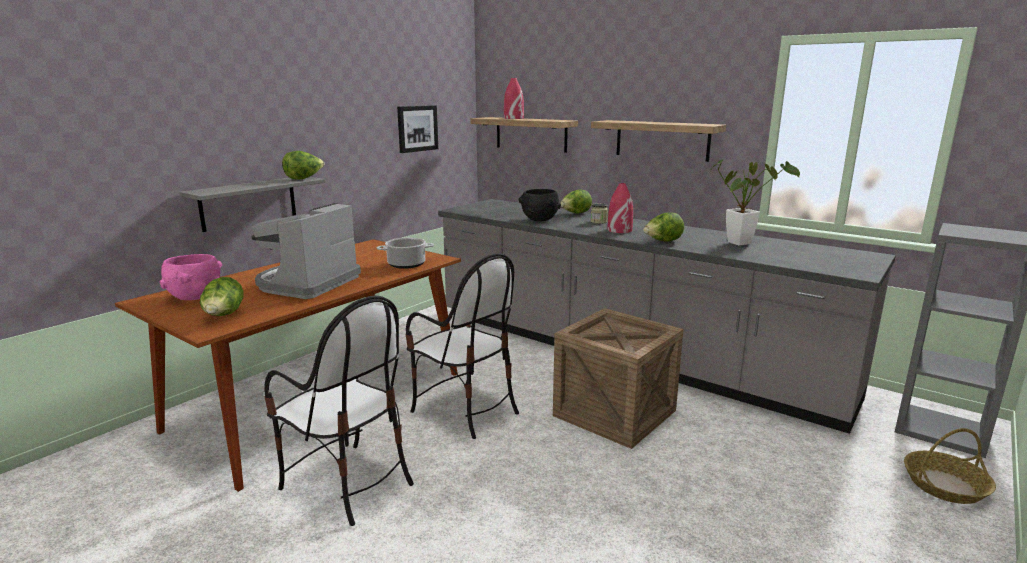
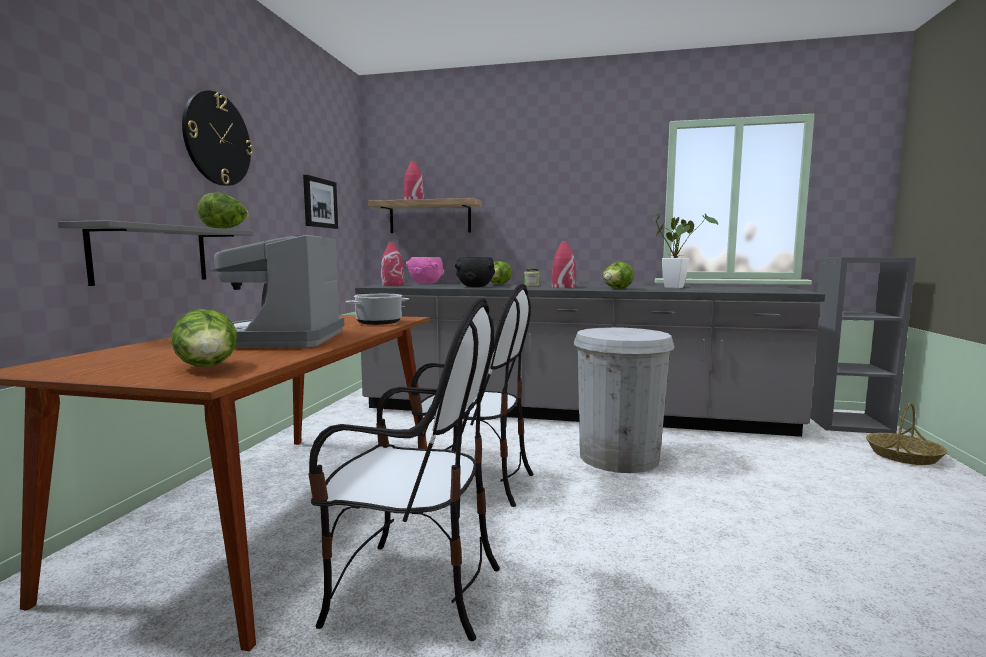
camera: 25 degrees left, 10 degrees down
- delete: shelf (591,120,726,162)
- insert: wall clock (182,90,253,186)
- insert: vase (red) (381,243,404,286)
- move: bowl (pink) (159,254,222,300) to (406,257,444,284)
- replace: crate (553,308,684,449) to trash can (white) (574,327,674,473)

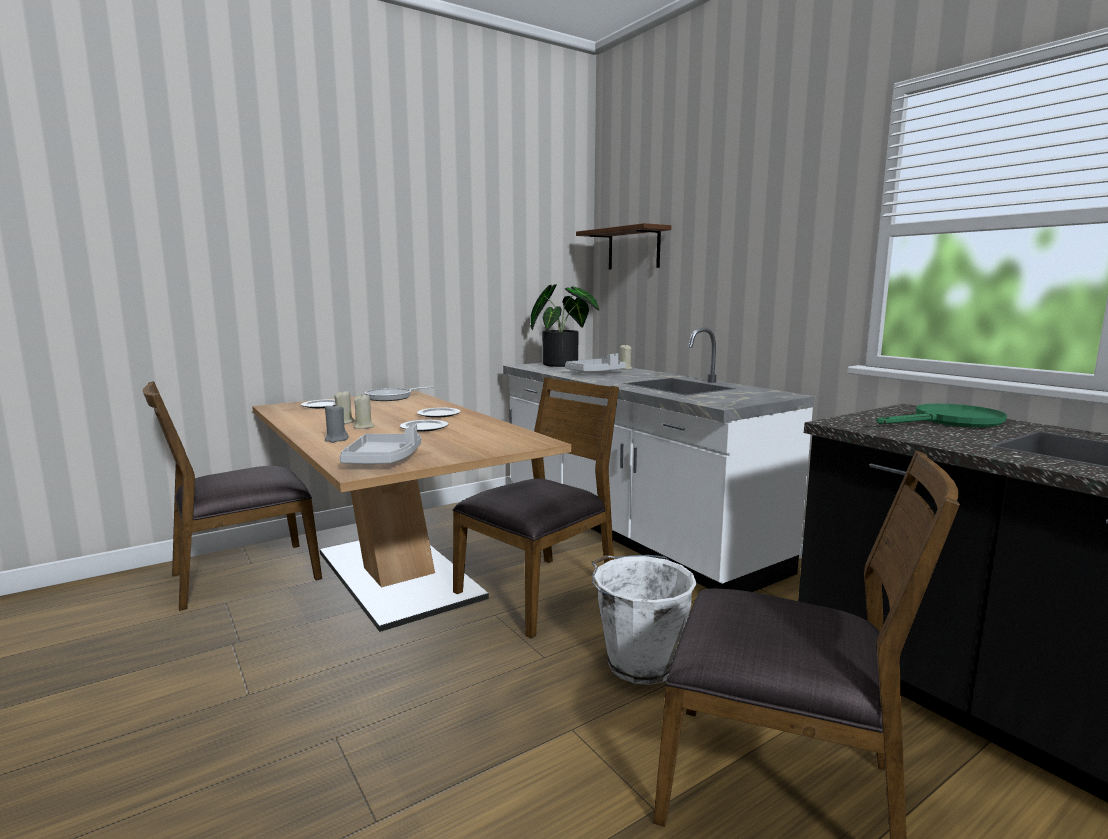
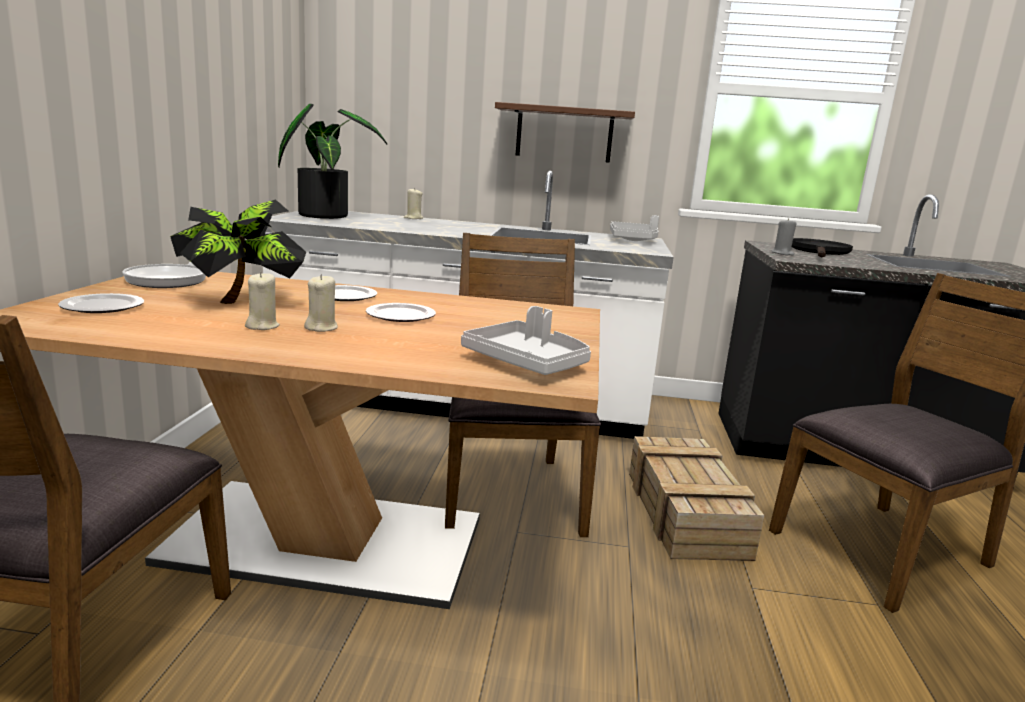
camera: 50 degrees left, 5 degrees up
- insert: potted plant (170,199,306,304)
- move: candle (grey) (325,403,349,443) to (772,218,797,255)
- move: tray (grey) (565,353,626,374) to (610,215,659,241)
- move: shelf (brown) (576,223,671,270) to (495,102,635,163)
- replace: bucket (white) (591,555,697,685) to crate (629,436,764,561)
- recolor: frying pan (green) (876,404,1007,428) to frying pan (black) (792,238,853,257)

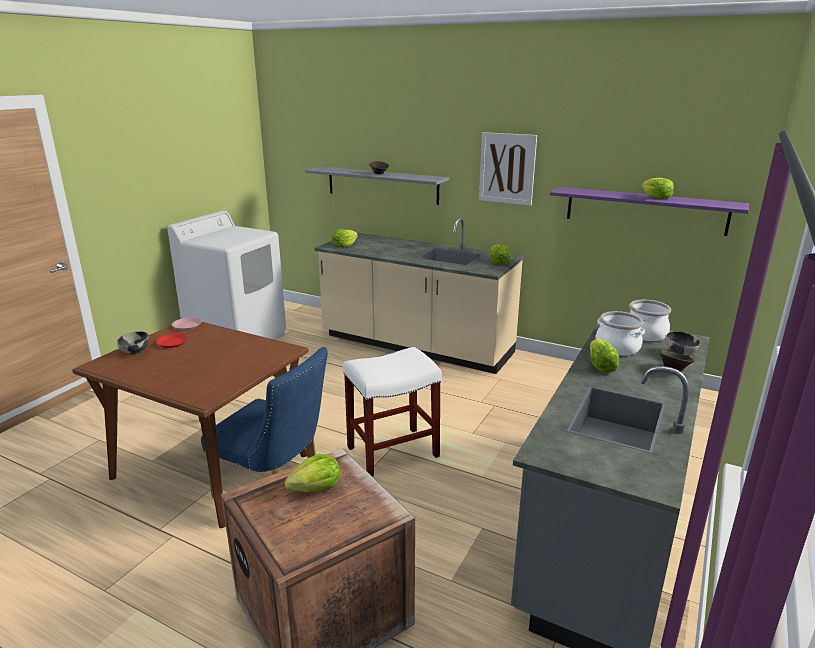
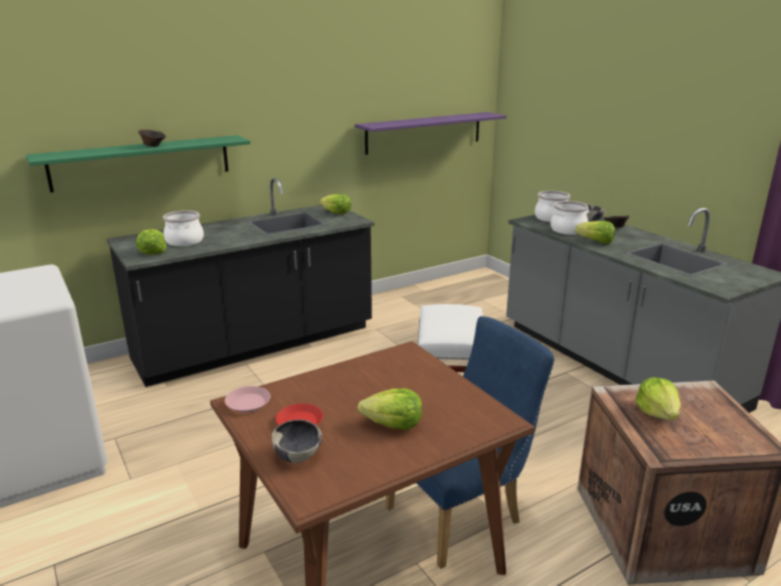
camera: 60 degrees left, 0 degrees up
- delete: picture (479,132,537,206)
- insert: cooking pot (163,210,204,246)
- move: lettuce (641,178,674,199) to (357,388,422,430)
- recolor: shelf (grey) (305,166,449,205) to shelf (green) (25,135,251,193)
- recolor: counter (beige) (314,218,524,374) to counter (black) (107,178,375,387)

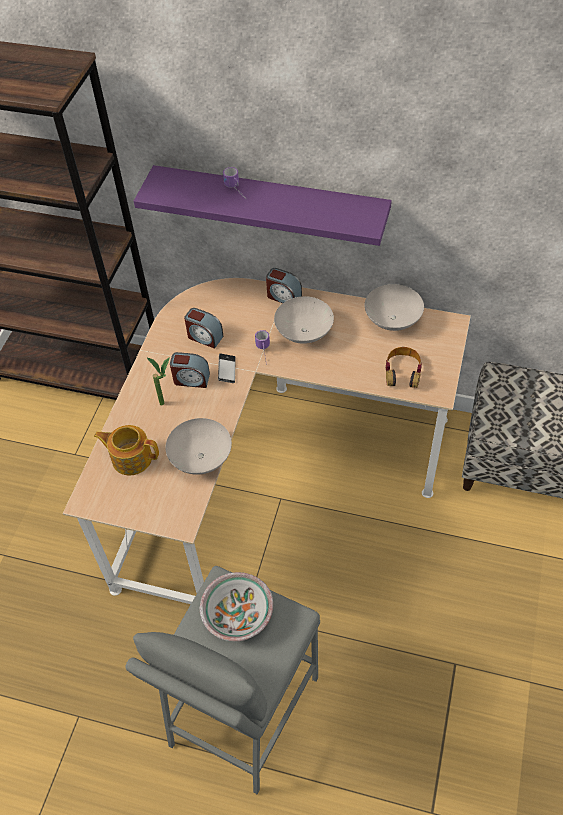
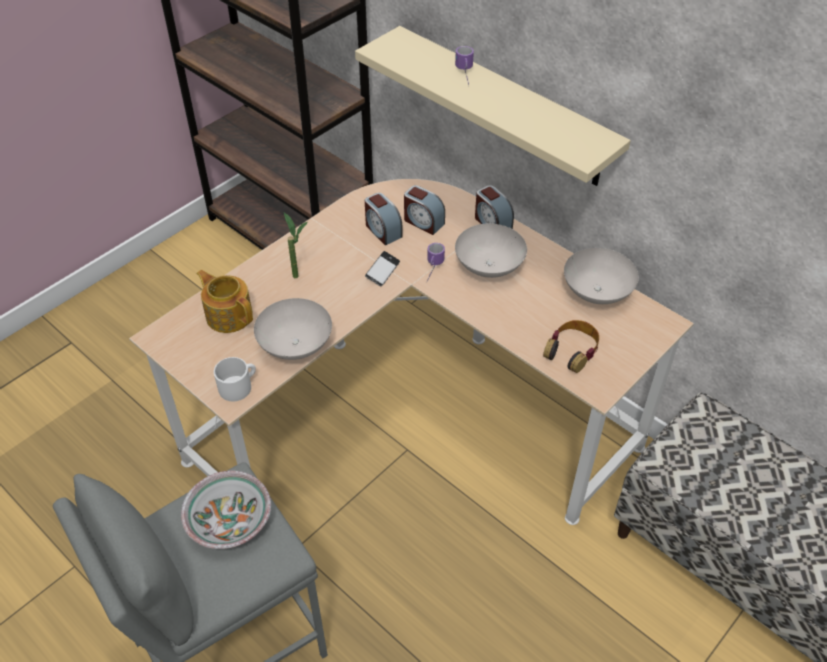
camera: 25 degrees right, 5 degrees down
- insert: mug (white) (214,357,256,401)
- move: alarm clock (170,352,210,388) to (404,185,445,235)
- recolor: shelf (purple) (134,165,392,246) to shelf (beige) (355,26,631,186)

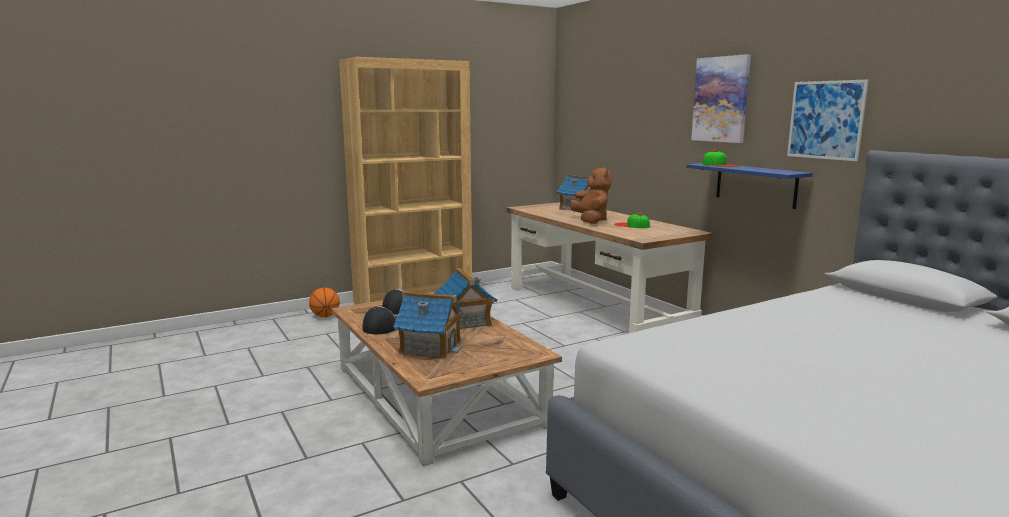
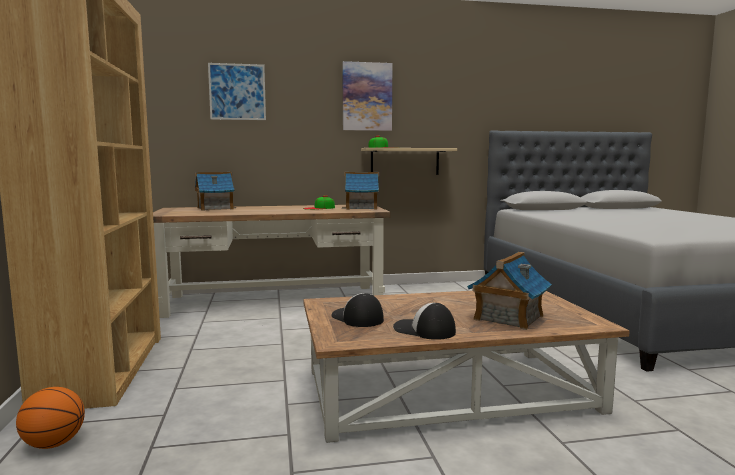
camera: 70 degrees left, 5 degrees down
- delete: plush toy (brown) (569,166,611,224)
- move: toy house (433,268,498,329) to (342,172,379,210)
- move: picture (787,80,869,161) to (208,63,266,120)
- recolor: shelf (blue) (686,163,813,209) to shelf (beige) (361,148,457,175)

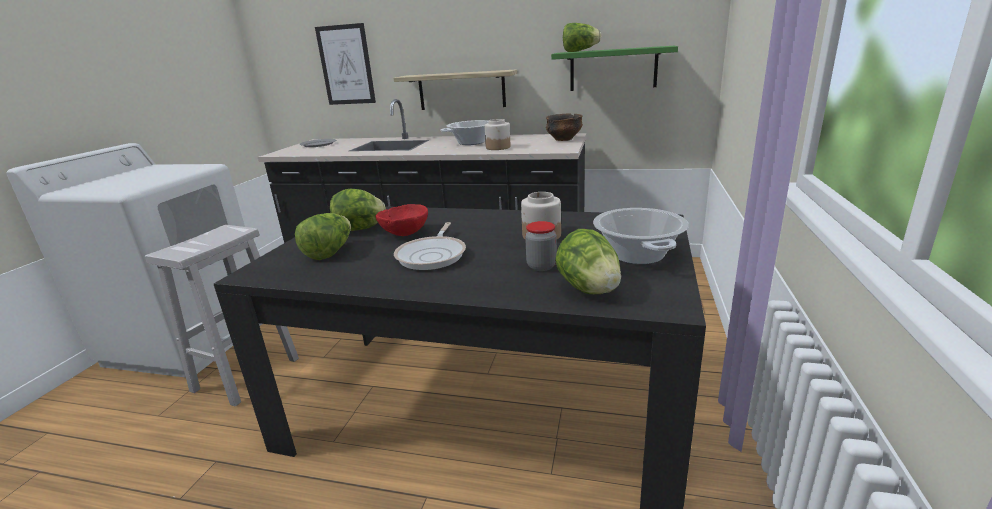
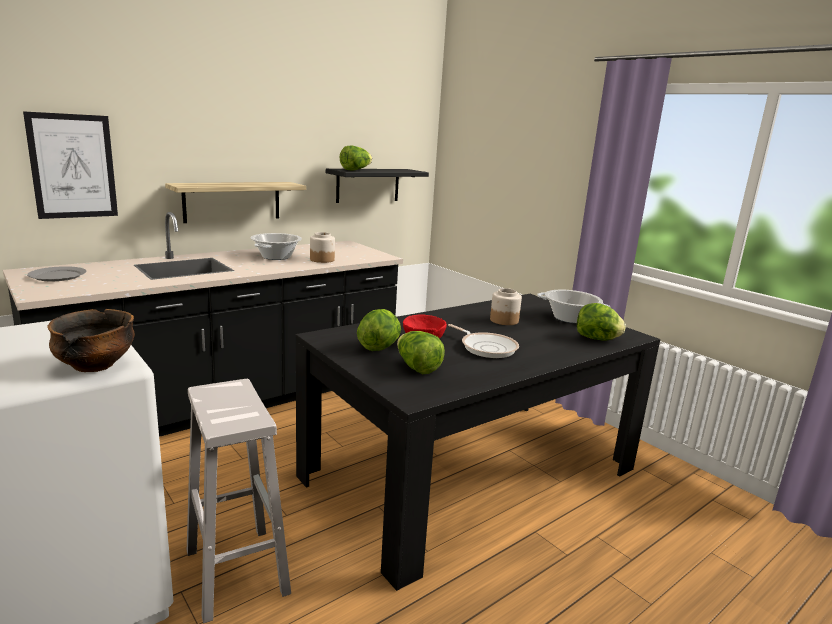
camera: 55 degrees left, 5 degrees down
- delete: jar (525,221,557,271)
- move: bowl (546,113,583,141) to (47,309,135,372)
- recolor: shelf (green) (551,46,678,91) to shelf (black) (326,169,429,203)

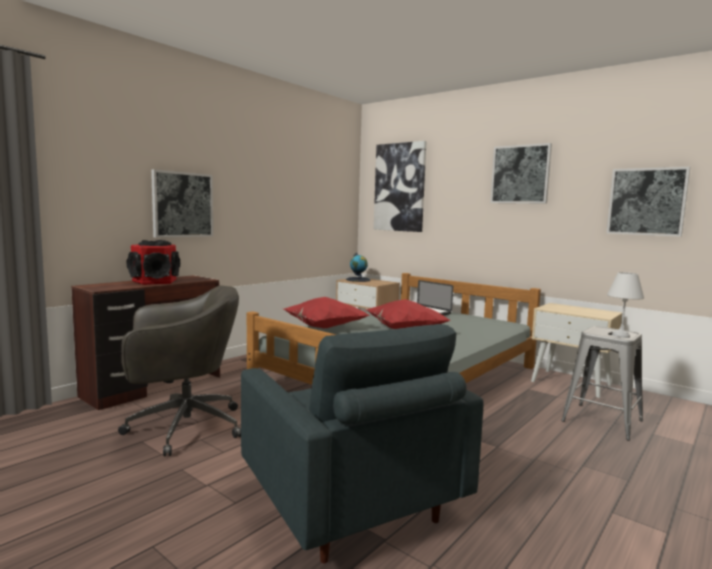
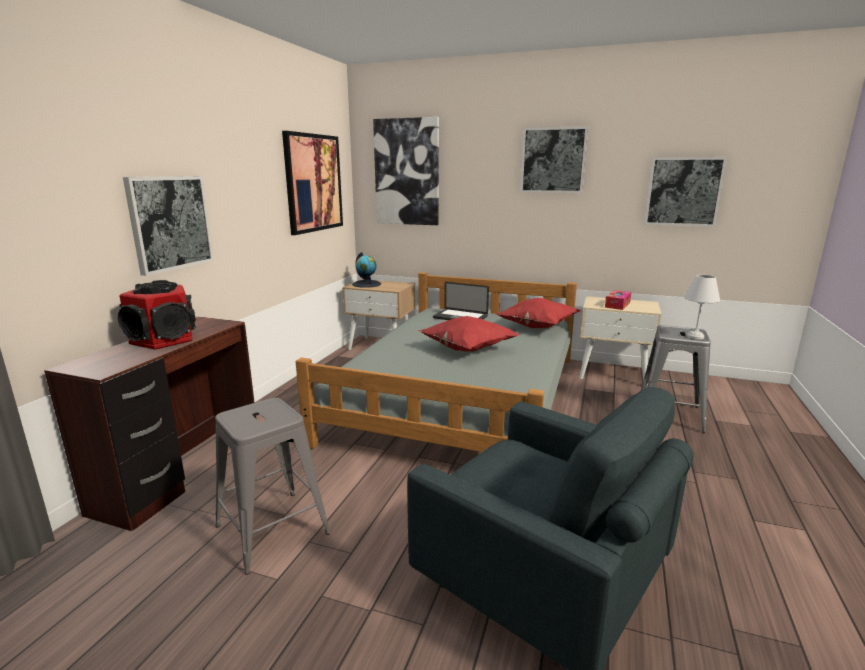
camera: 20 degrees left, 10 degrees up
- insert: picture (282,131,343,235)
- insert: tissue box (605,290,631,310)
- move: pillow (red) (283,297,370,328) to (496,298,580,328)
- replace: office chair (grey) (118,285,241,457) to stool (grey) (215,398,330,574)

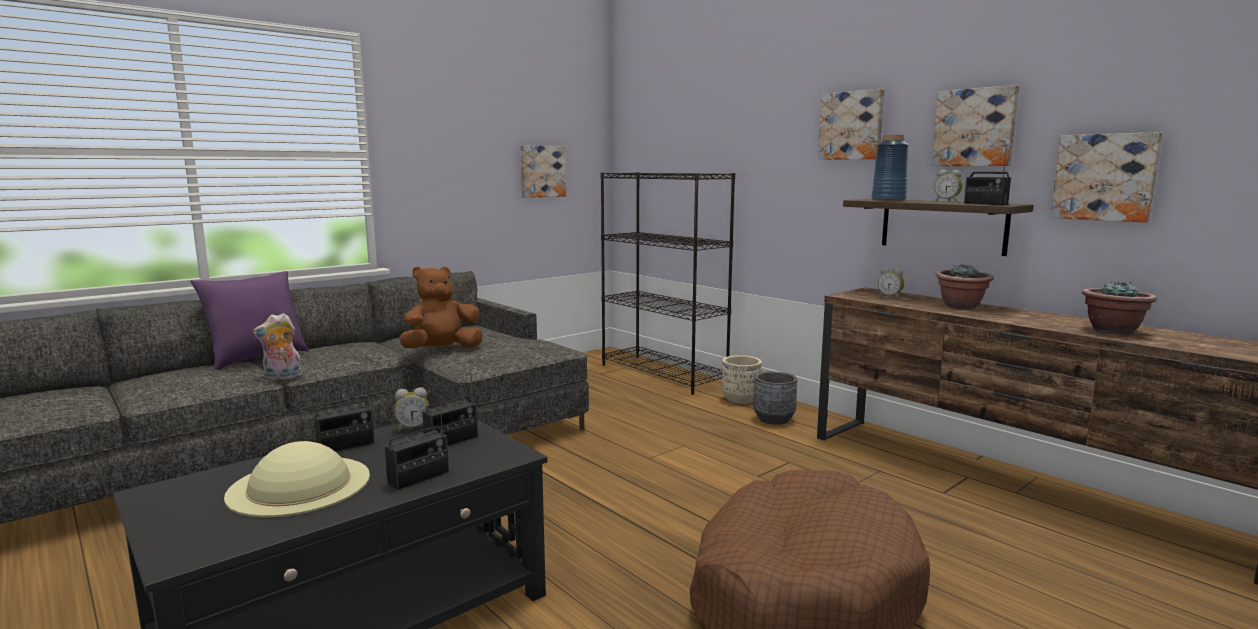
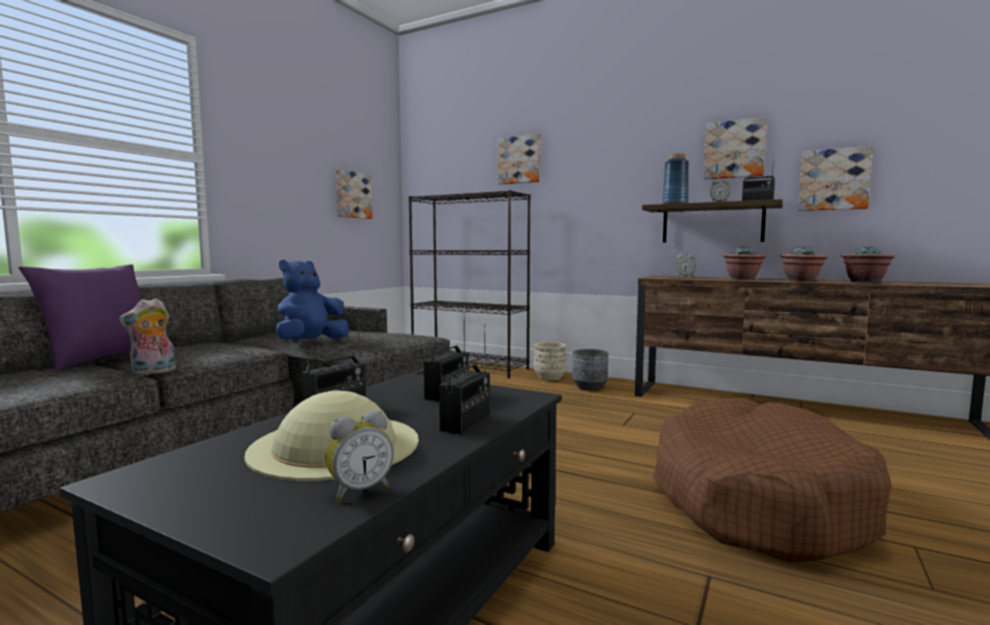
camera: 20 degrees left, 5 degrees down
- insert: potted plant (780,246,828,281)
- move: alarm clock (394,387,429,432) to (325,410,394,502)
- move: picture (818,89,884,160) to (498,134,541,185)
- recolor: plush toy (brown) (399,266,483,348) to plush toy (blue) (276,260,349,341)

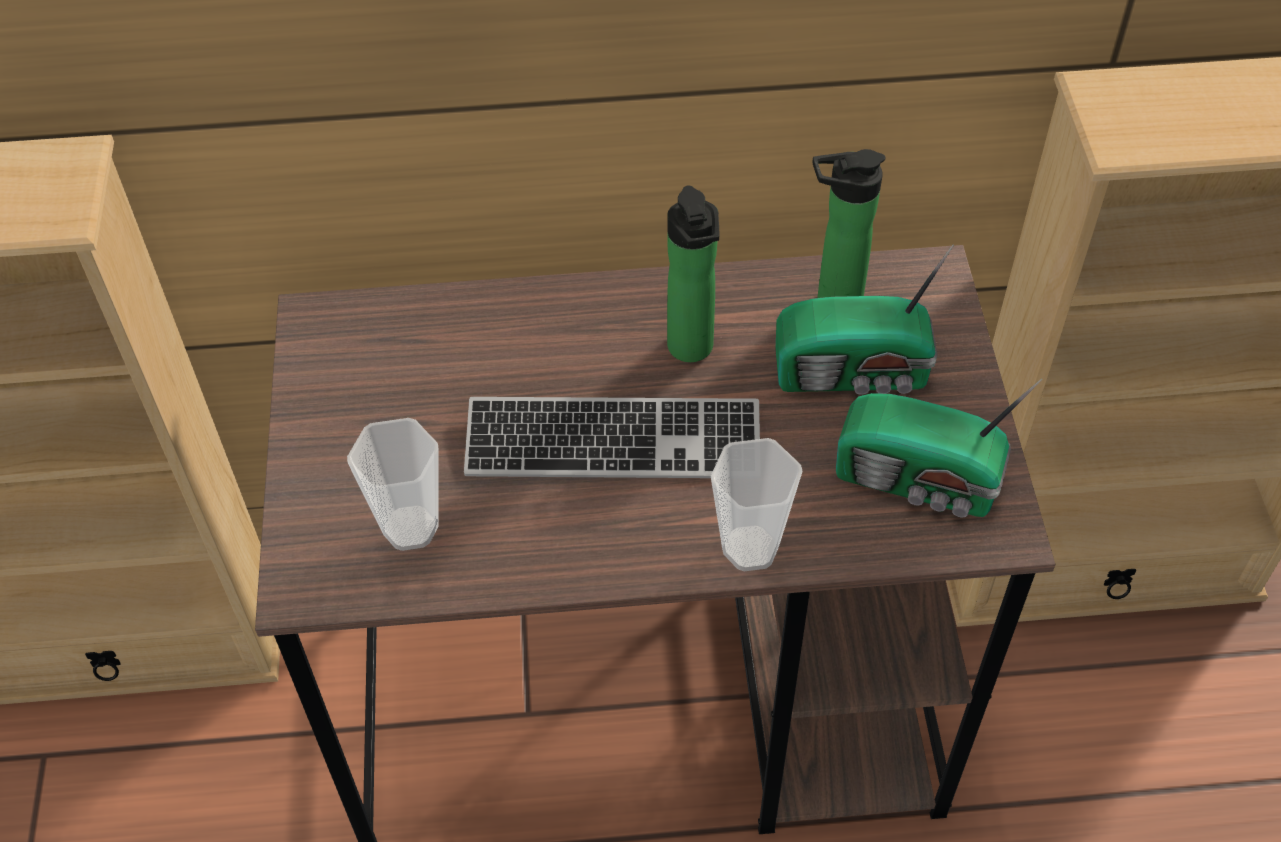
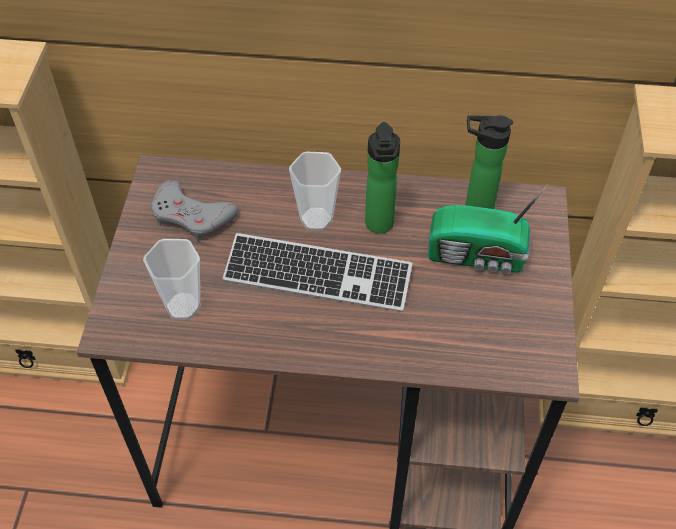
camera: 10 degrees right, 0 degrees up
- delete: radio (836,379,1042,518)
- insert: game controller (grey) (151,180,238,241)
- move: cup (711,438,803,571) to (289,152,341,231)

